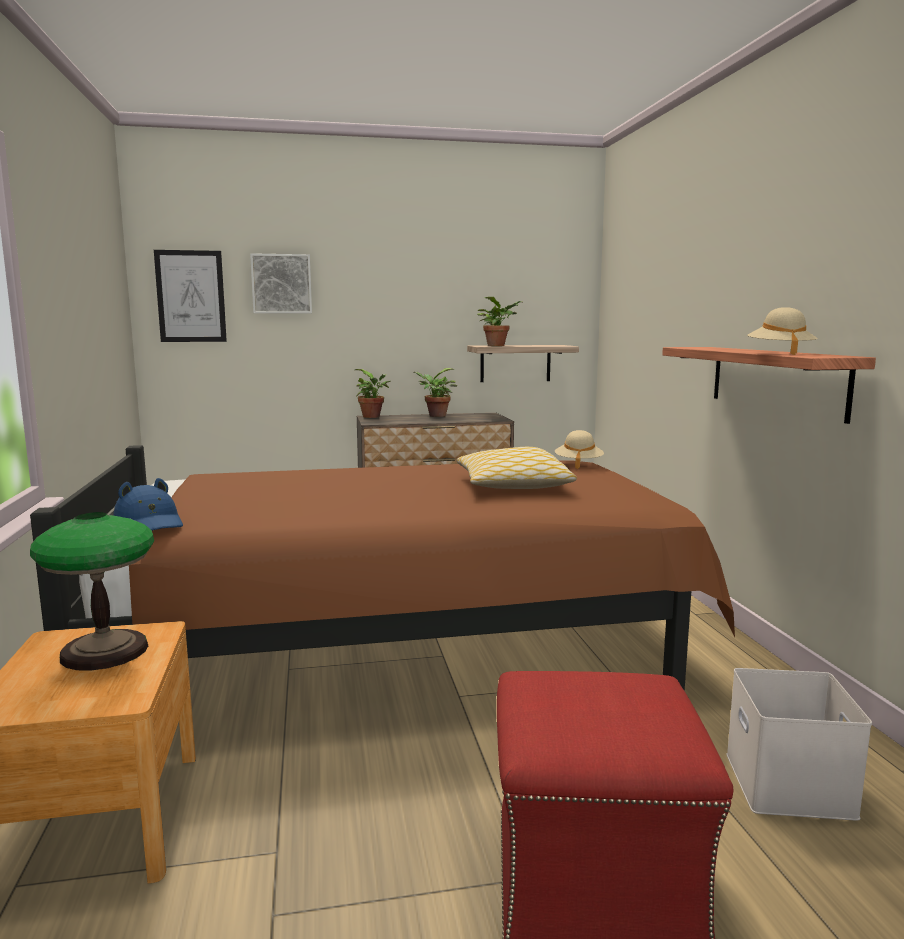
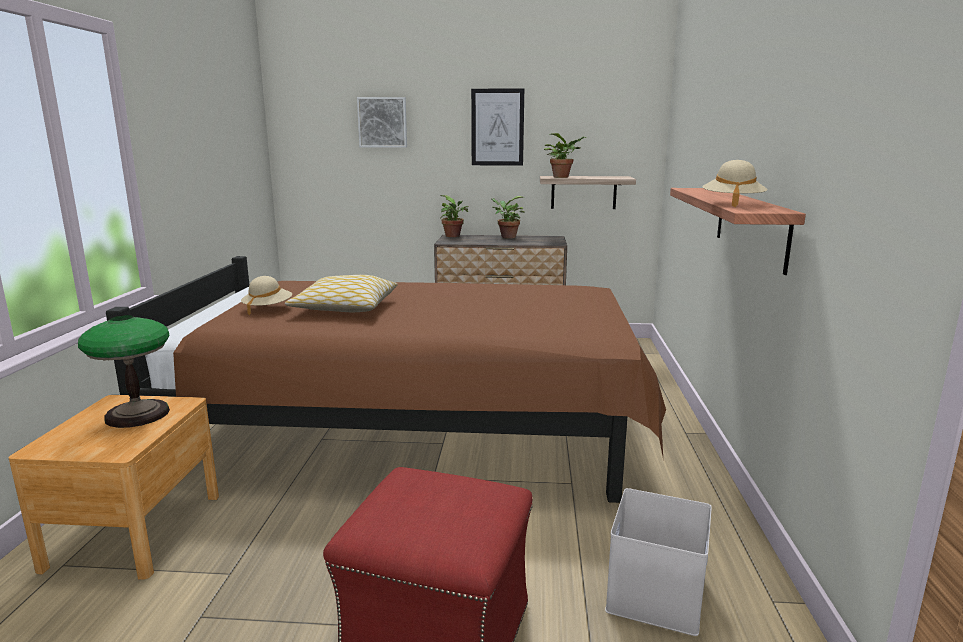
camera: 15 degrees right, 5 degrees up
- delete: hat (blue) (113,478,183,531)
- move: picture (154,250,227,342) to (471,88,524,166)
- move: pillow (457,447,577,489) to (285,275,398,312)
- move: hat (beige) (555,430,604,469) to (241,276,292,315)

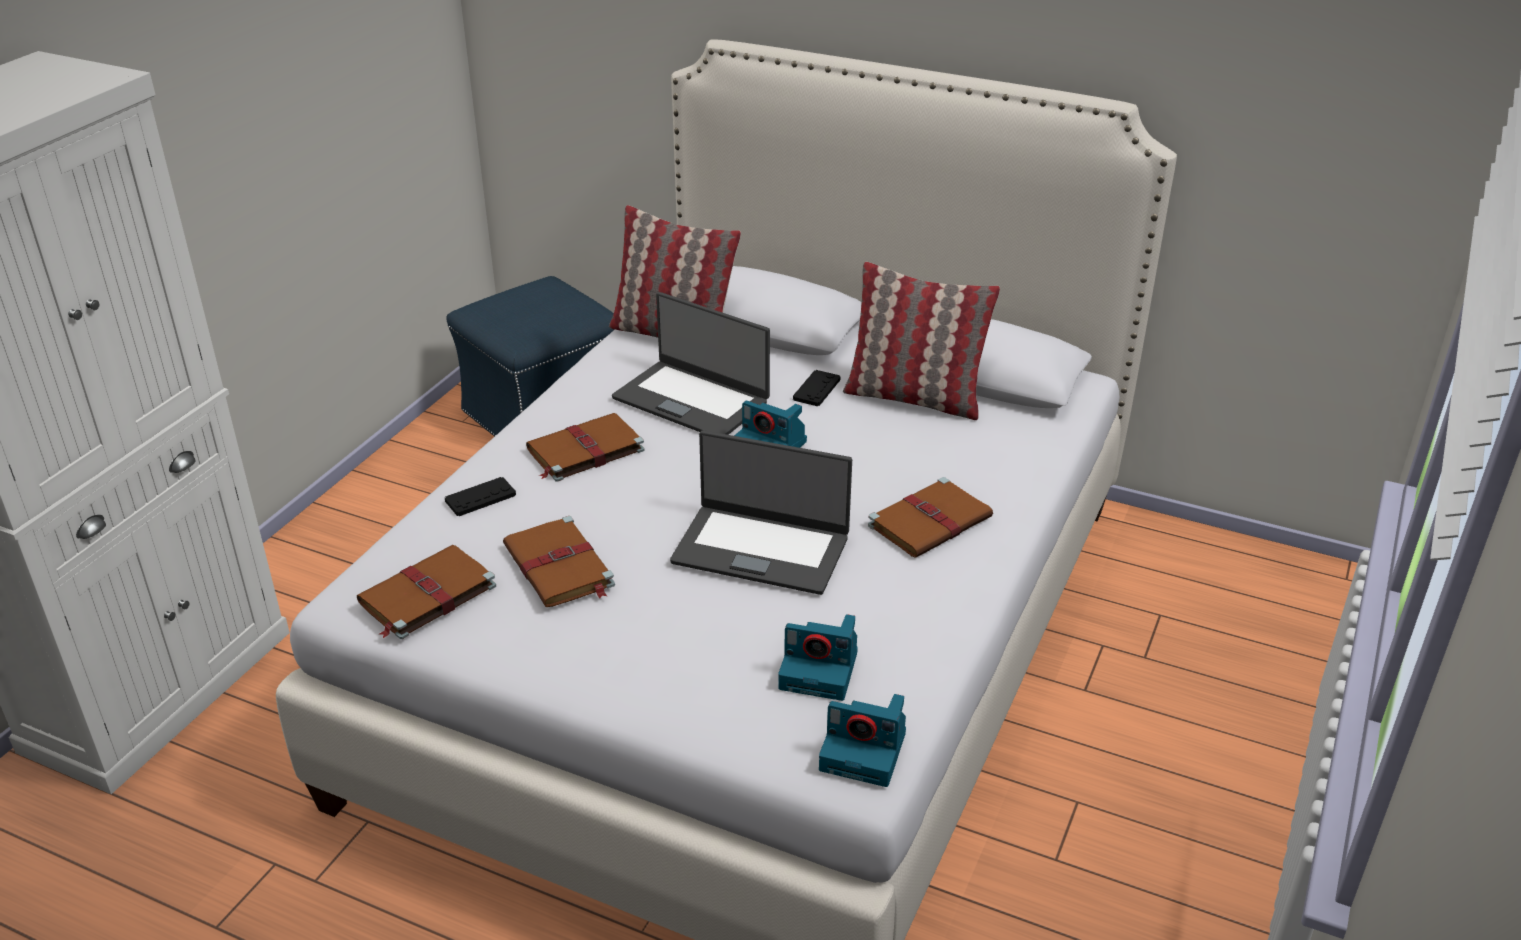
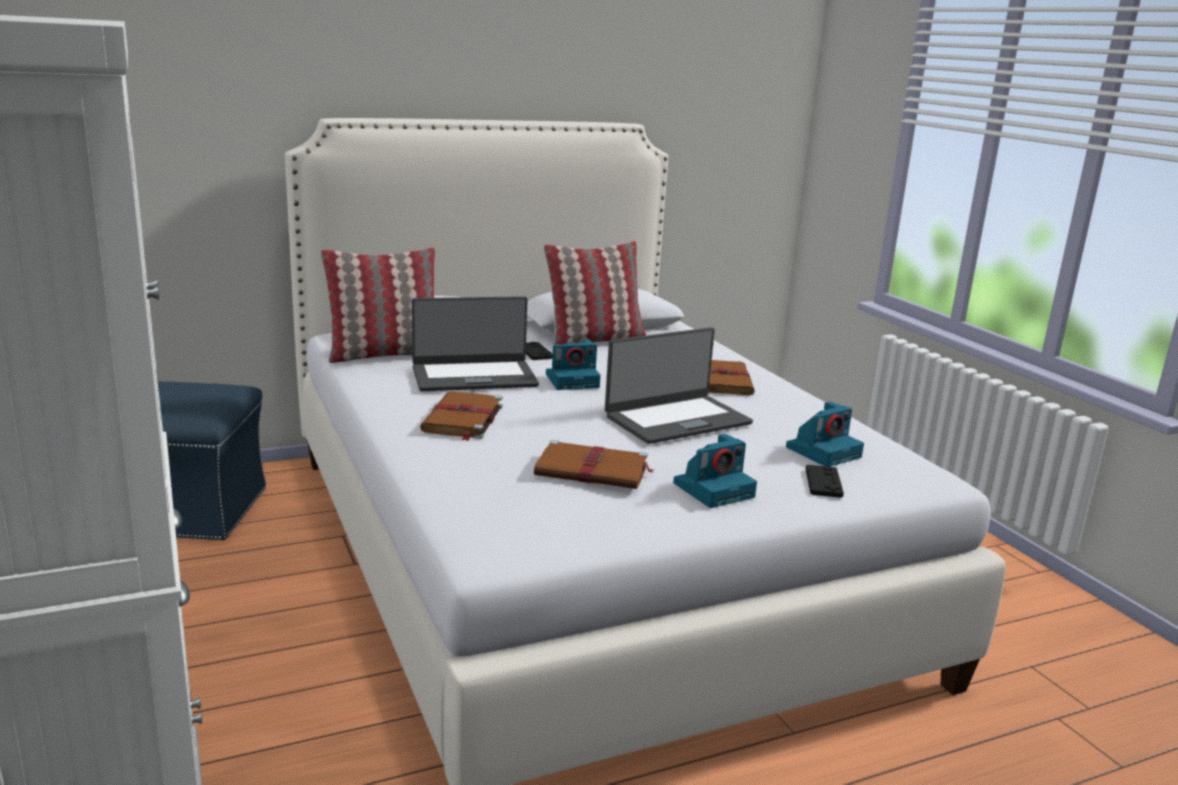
camera: 50 degrees left, 15 degrees down
- delete: book (brown) (357,545,496,639)
- move: game controller (black) (445,477,516,516) to (806,465,844,498)
- move: photo camera (819,694,906,787) to (673,434,757,508)

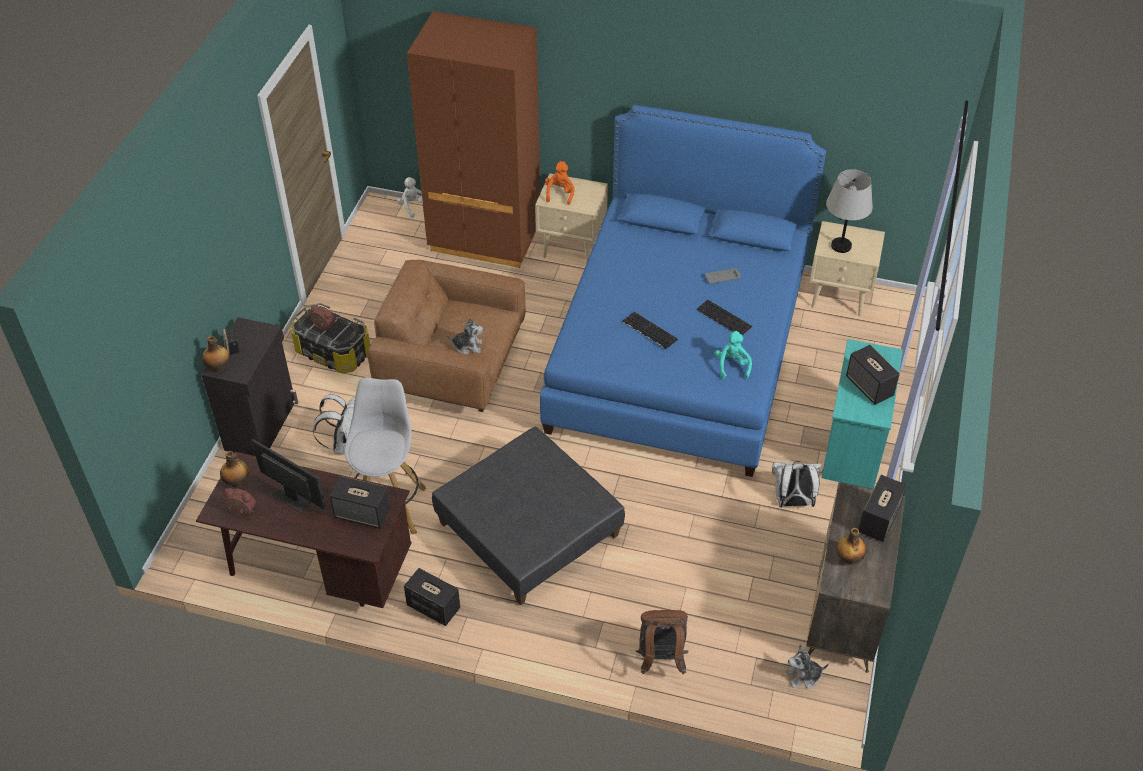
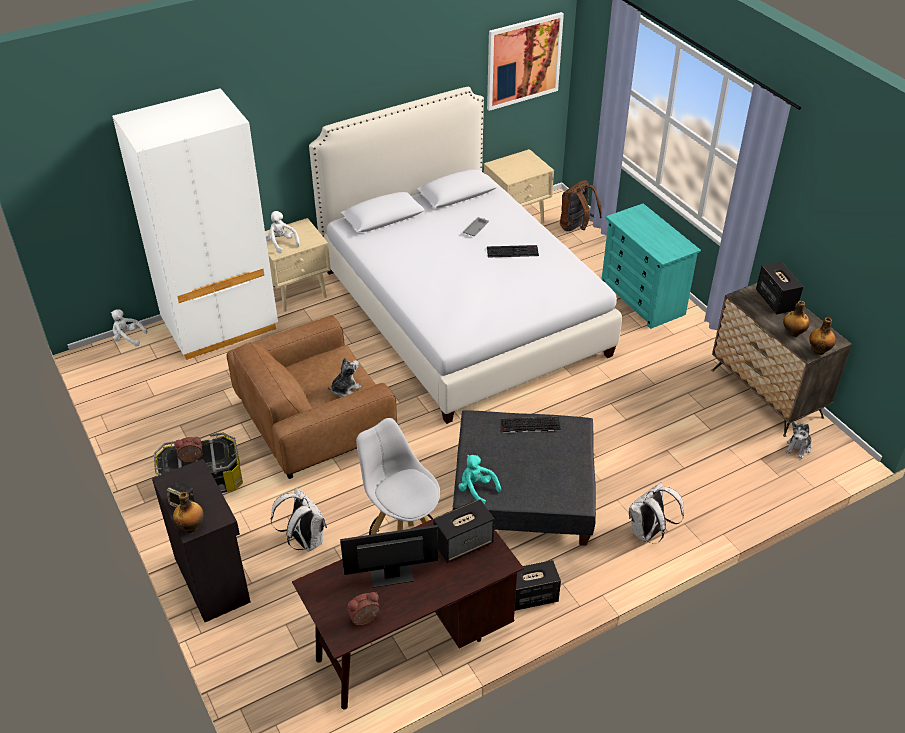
camera: 45 degrees left, 5 degrees down
- delete: table lamp (grey) (826,169,873,253)
- delete: speaker (846,345,900,405)
- insert: picture (487,12,564,111)
- move: bottle (220,451,249,488) to (809,317,836,355)
- move: keyboard (623,312,678,349) to (501,417,561,433)
- move: backpack (brown) (636,610,688,674) to (560,180,602,231)
- move: plush toy (turquoise) (714,331,752,379) to (458,455,501,505)
- move: backpack (white) (772,461,822,508) to (629,482,684,542)
- recolor: wardrobe (brown) (407,11,540,268) to wardrobe (white) (112,88,278,360)
- recolor: bed (blue) (540,105,826,477) to bed (white) (309,87,622,424)
- recolor: plush toy (orange) (545,161,575,205) to plush toy (white) (265,211,300,253)

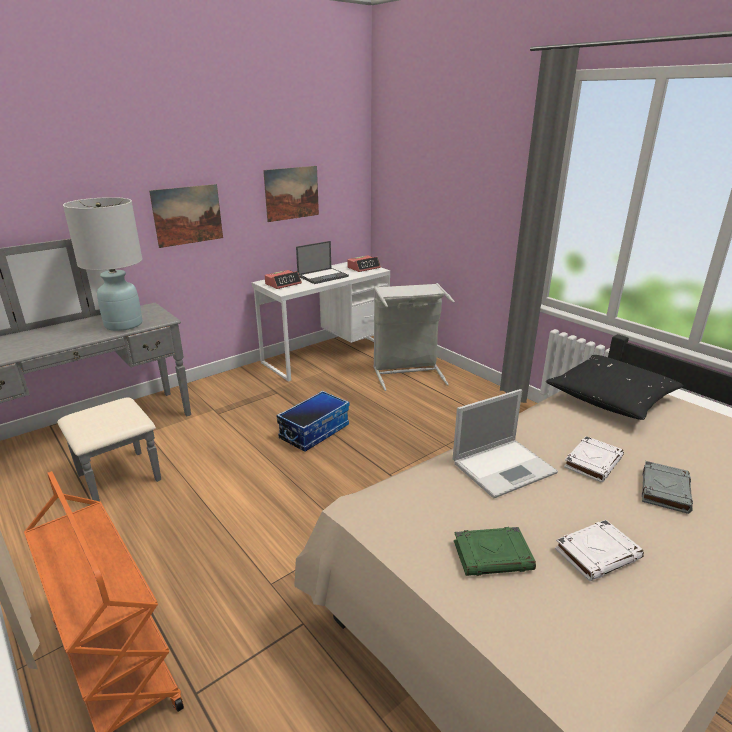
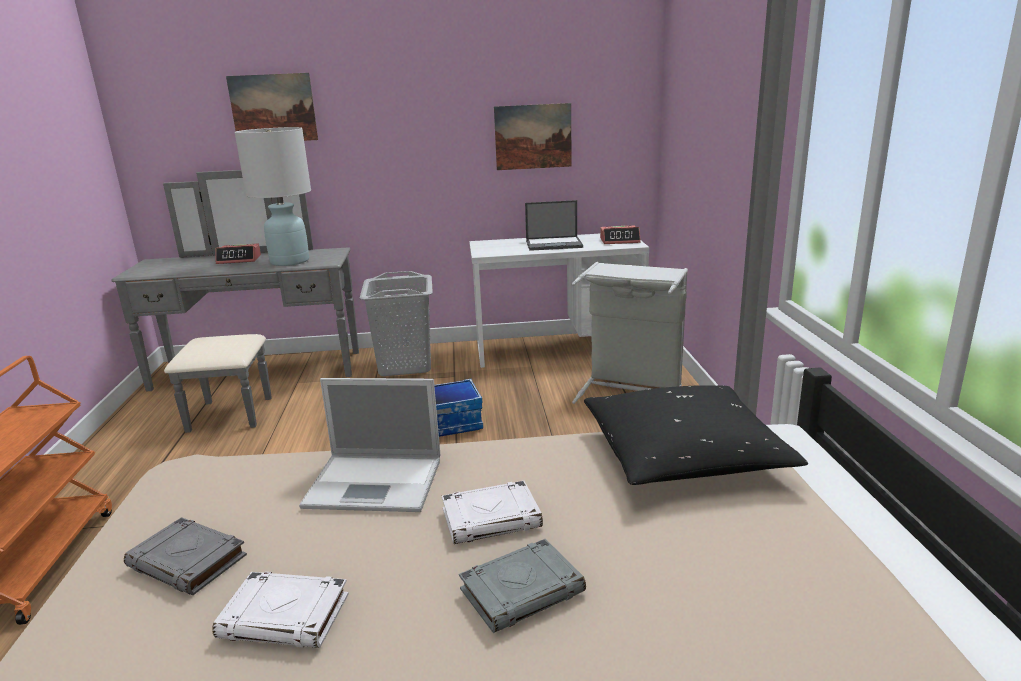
camera: 35 degrees right, 5 degrees down
- insert: laundry basket (grey) (360,271,433,376)
- move: picture (149,184,223,248) to (226,73,318,141)
- move: alarm clock (265,270,302,289) to (215,244,261,264)
- recolor: book (green) (454,527,536,576) to book (grey) (124,517,247,595)

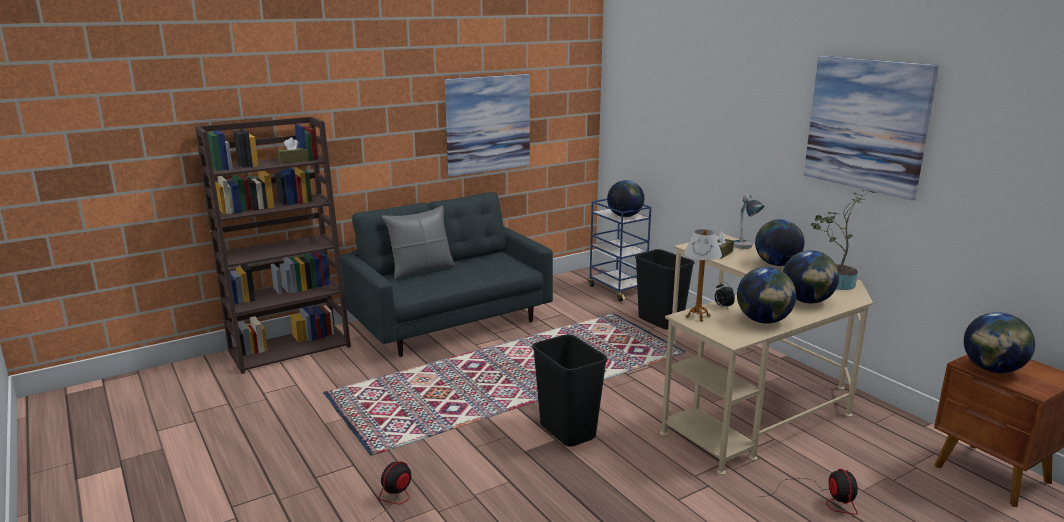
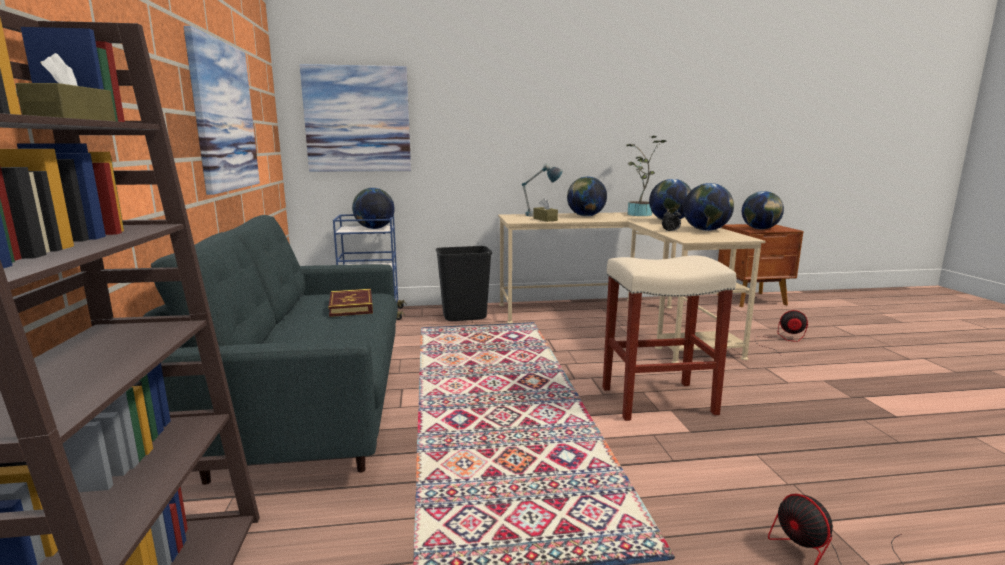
camera: 65 degrees left, 5 degrees down
- delete: pillow (grey) (382,206,455,280)
- delete: table lamp (684,229,722,322)
- insert: book (328,289,373,317)
- move: picture (804,56,939,200) to (300,64,411,172)
- replace: trash can (black) (532,334,608,447) to stool (beige) (603,256,736,421)

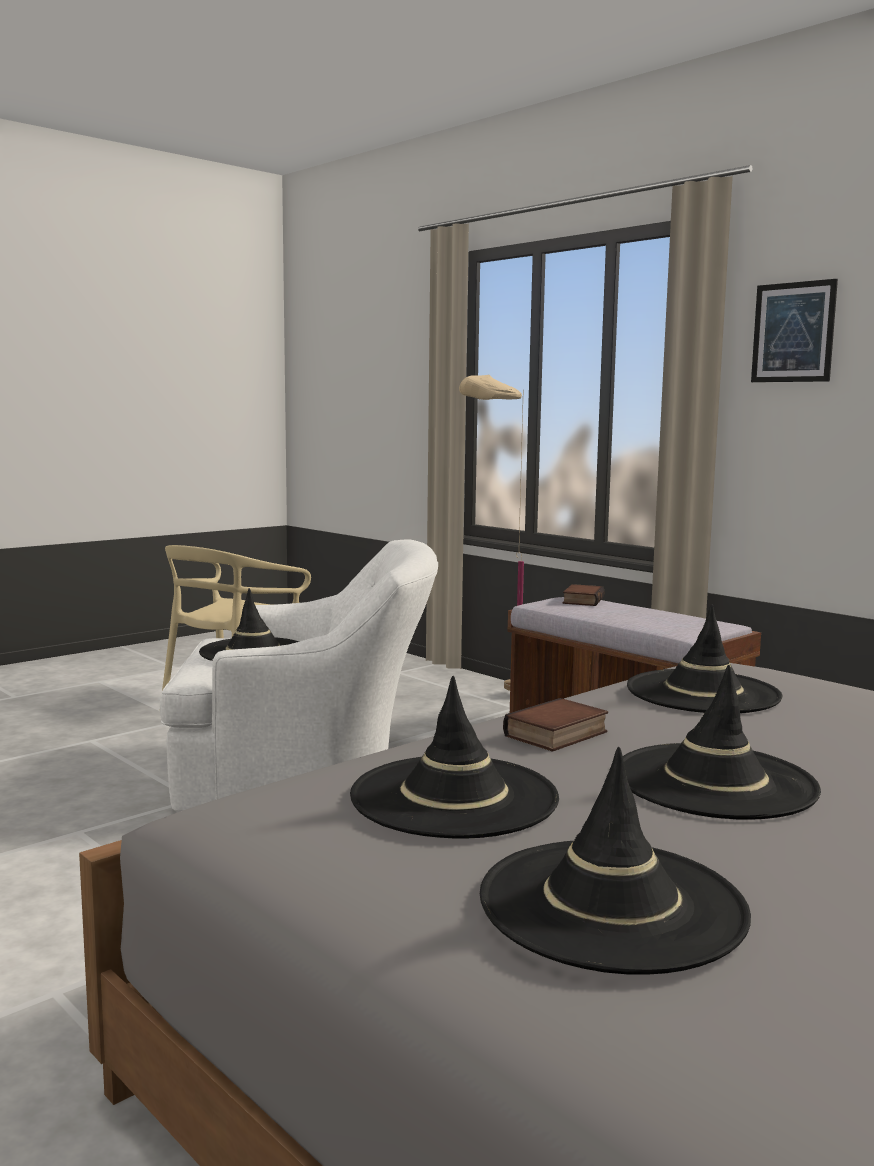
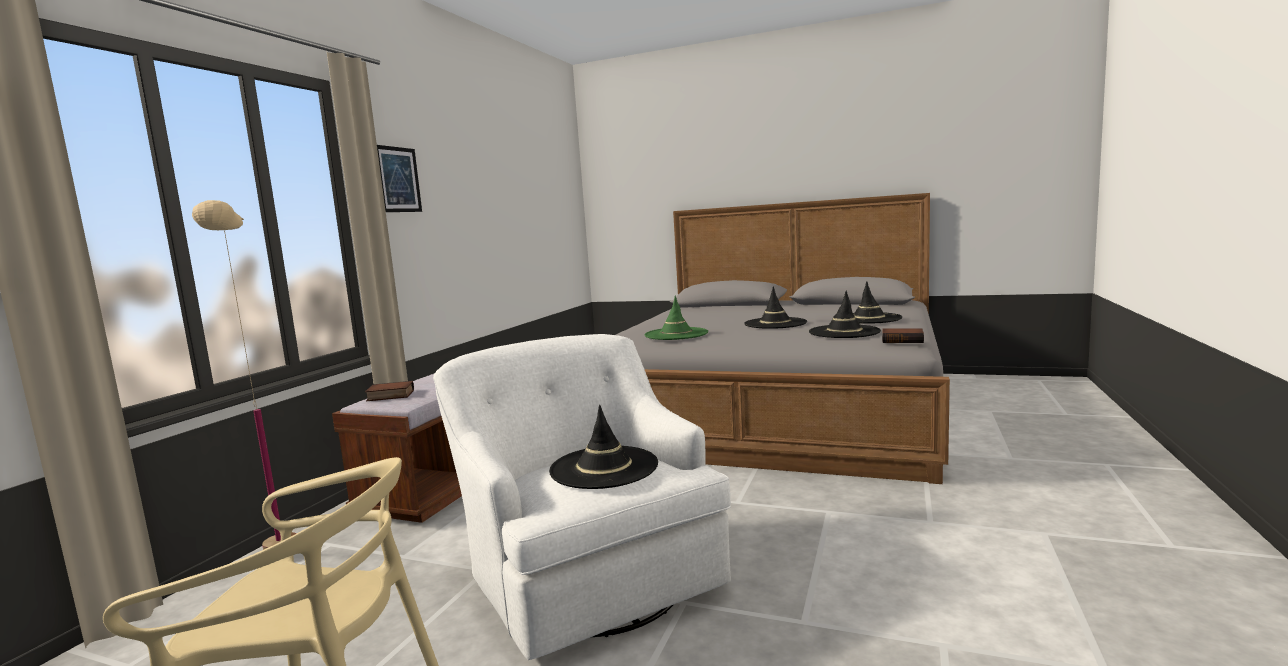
camera: 115 degrees left, 0 degrees up
- move: book (503,698,608,752) to (882,328,924,343)
- recolor: hat (black) (627,604,783,713) to hat (green) (645,296,708,340)

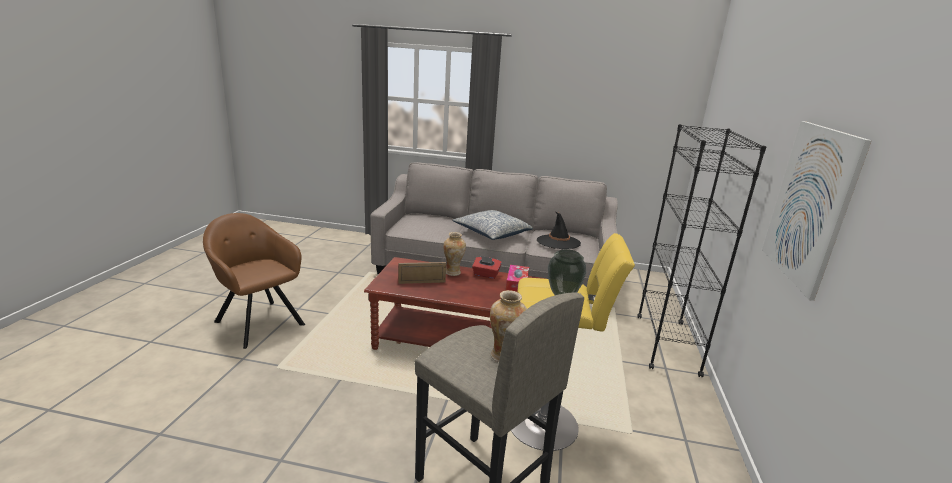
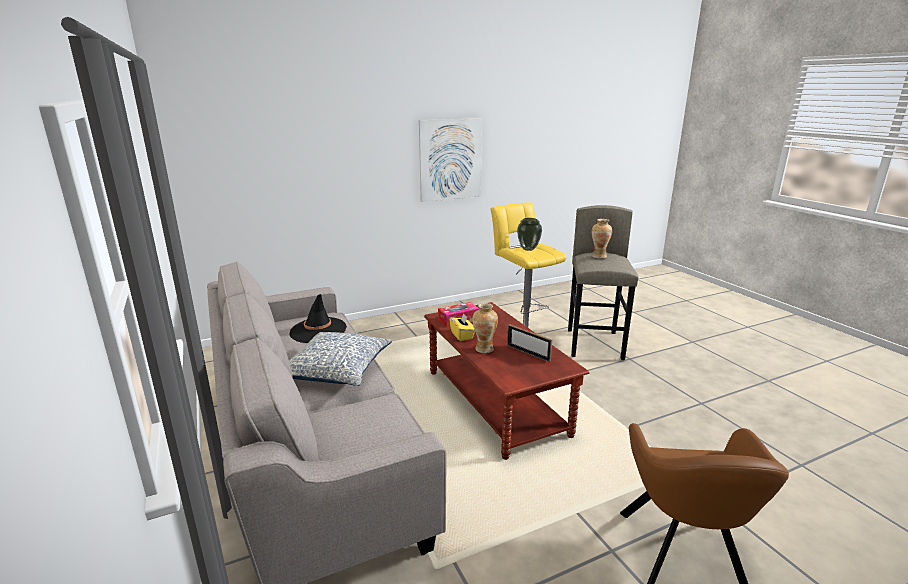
camera: 125 degrees left, 0 degrees up
- delete: bookcase (black) (638,124,766,377)
- recolor: tissue box (red) (472,256,502,279) to tissue box (yellow) (449,313,475,341)

